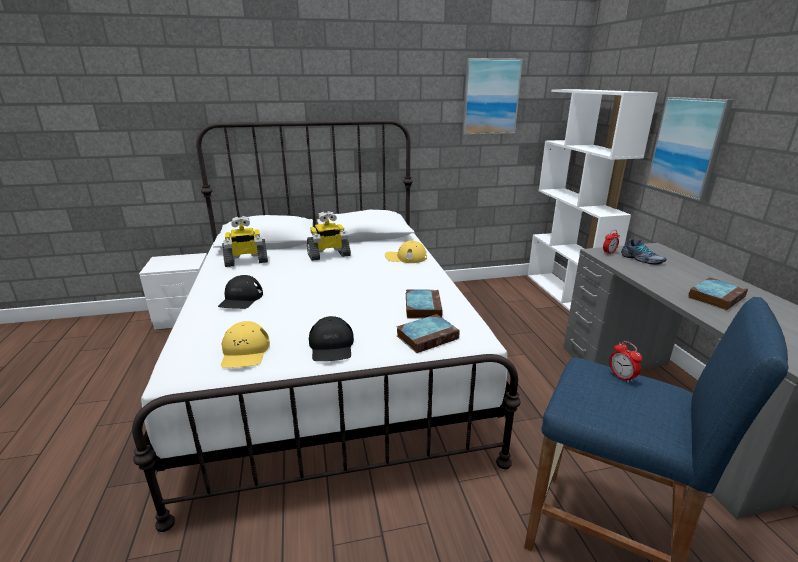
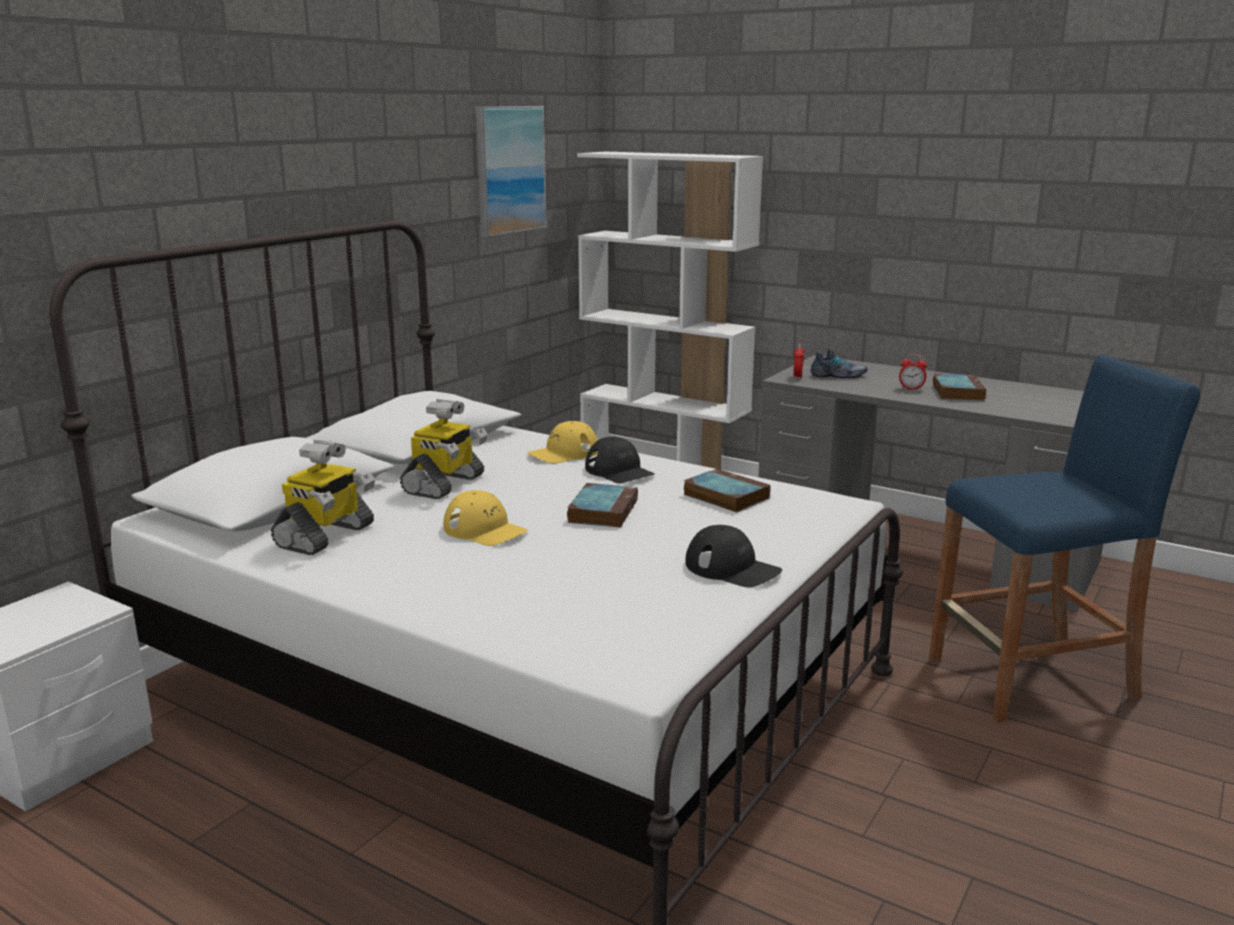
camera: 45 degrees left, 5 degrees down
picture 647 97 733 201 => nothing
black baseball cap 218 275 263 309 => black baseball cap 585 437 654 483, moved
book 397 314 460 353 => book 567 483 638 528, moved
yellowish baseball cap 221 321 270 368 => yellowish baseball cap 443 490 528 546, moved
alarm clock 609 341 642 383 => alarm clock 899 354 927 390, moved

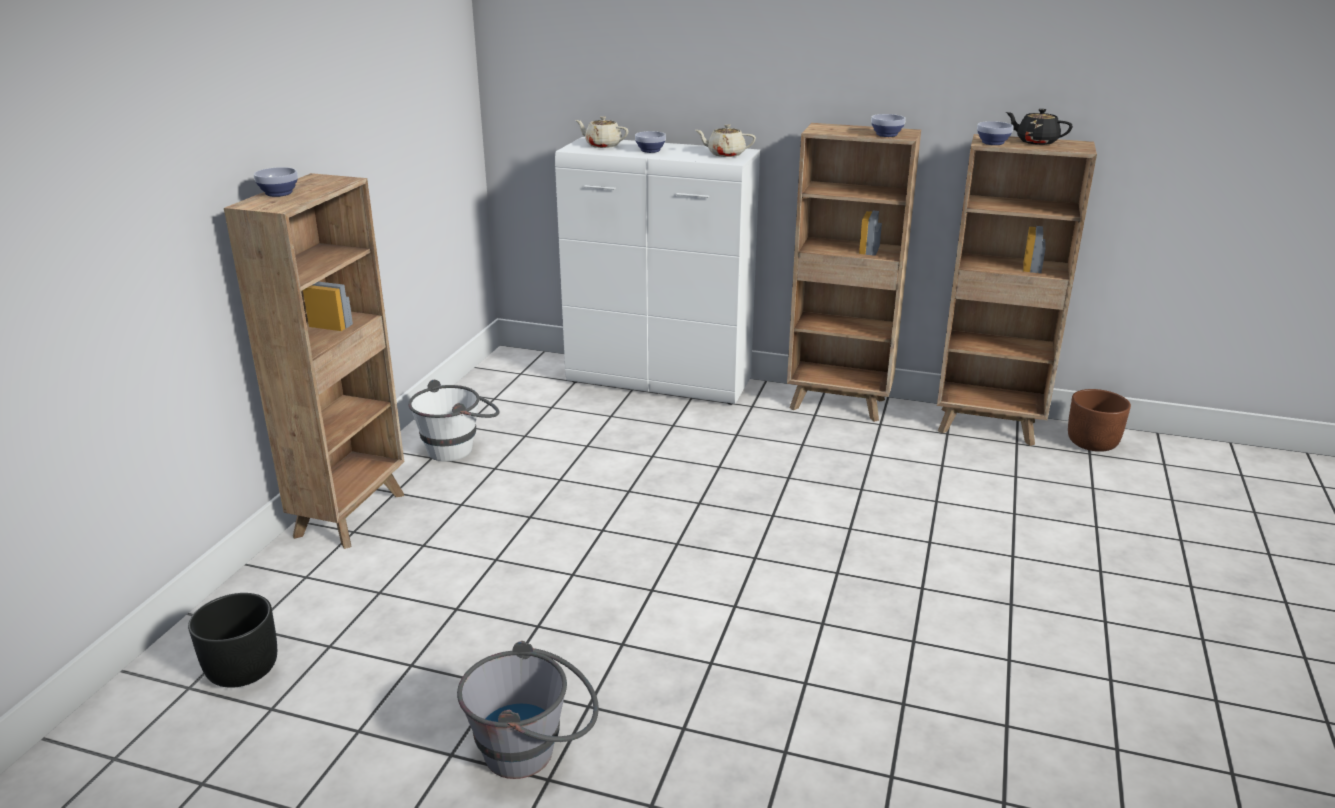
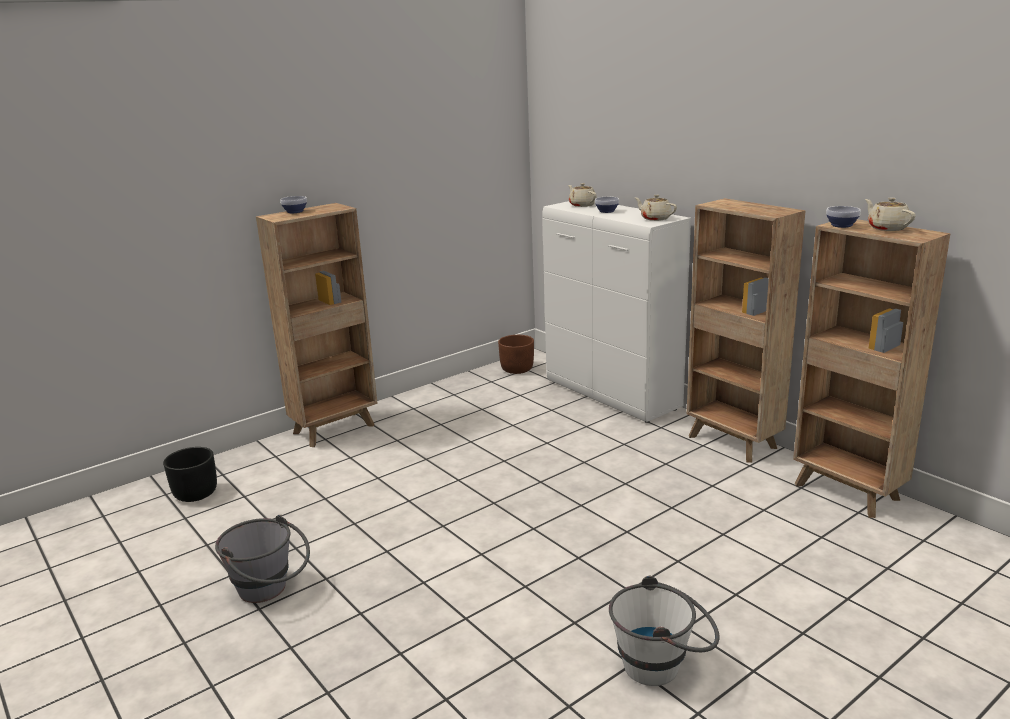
camera: 35 degrees right, 5 degrees down
black pot for tea 1006 109 1073 145 => beige-coloured pot for tea 865 198 916 231
deep dish 871 114 906 137 => nothing
whitish bucket 408 380 499 462 => whitish bucket 609 575 719 686, moved
brown-coloured plant pot 1068 389 1131 452 => brown-coloured plant pot 498 335 534 374, moved

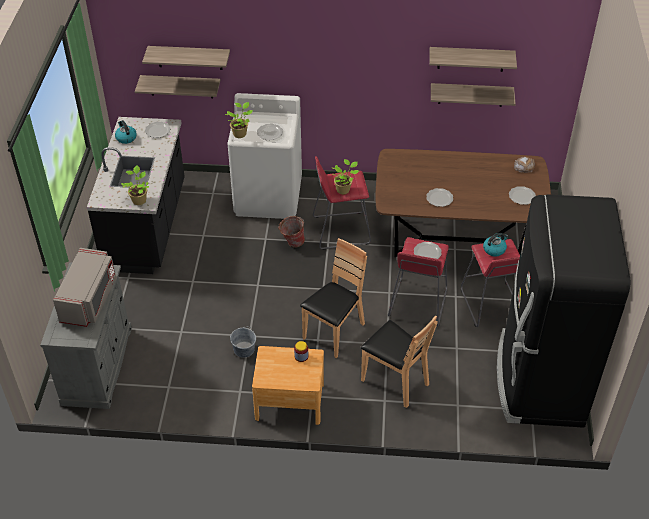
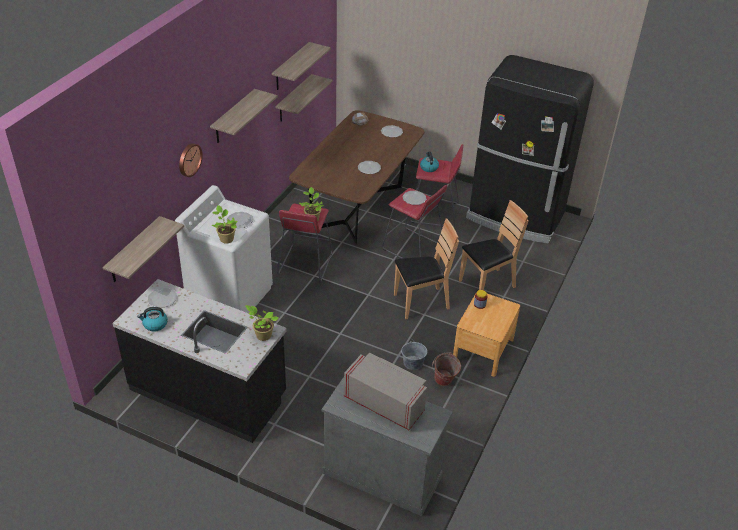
camera: 70 degrees left, 5 degrees down
wall shelf 142 46 230 70 => wall shelf 210 89 278 143, moved
bucket 278 216 305 248 => bucket 432 352 461 386, moved
brown-coloured chair 300 238 367 358 => brown-coloured chair 394 219 459 319, 105 degrees clockwise
nothing => clock on the wall 179 143 203 177

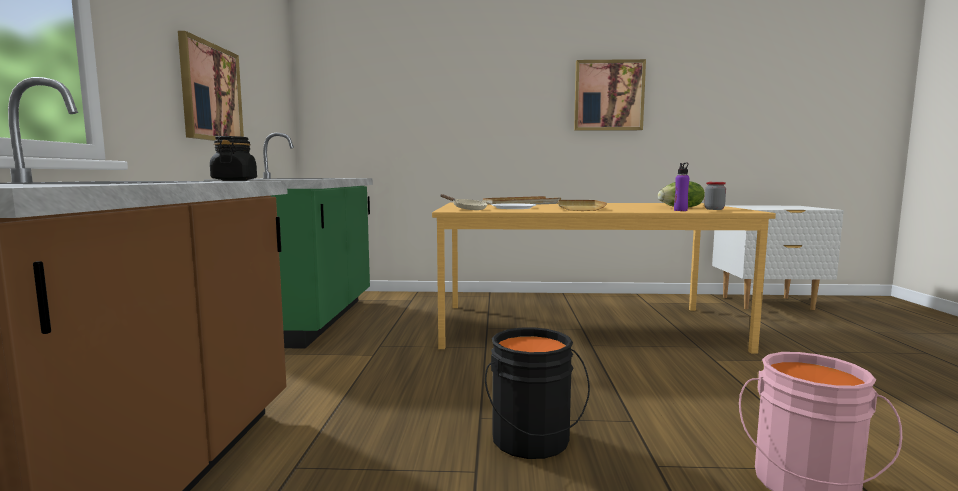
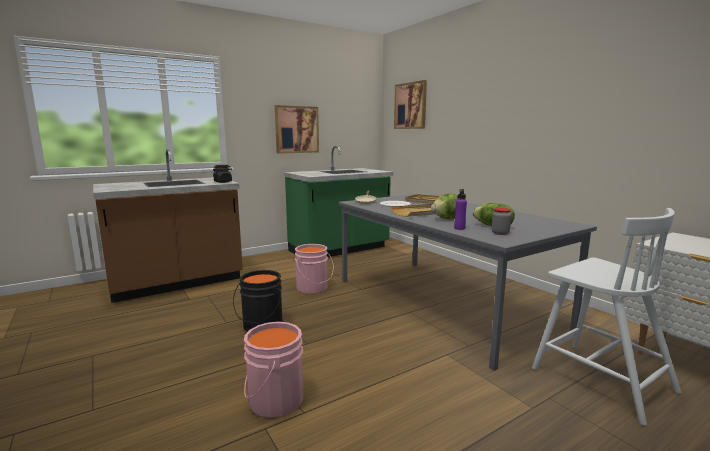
camera: 55 degrees right, 5 degrees up
picture 574 59 646 131 => picture 394 80 427 129, moved
orange-coloured kitchen table 432 203 776 354 => gray kitchen table 338 194 597 371
nothing => lettuce head 431 193 458 220
nothing => whitish chair 532 208 682 426
nothing => pink-coloured bucket 295 244 334 294

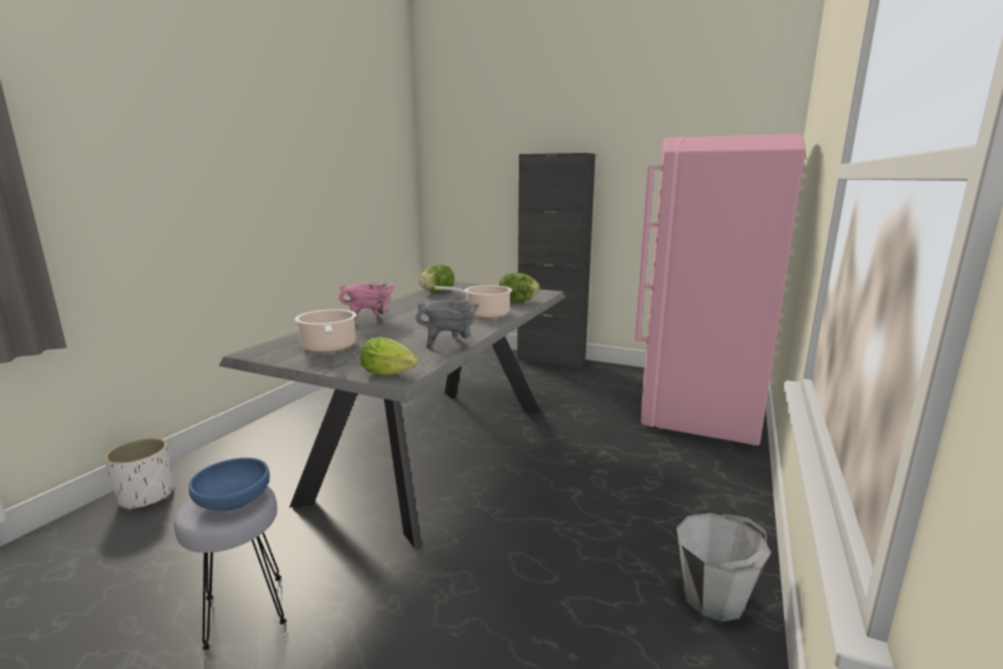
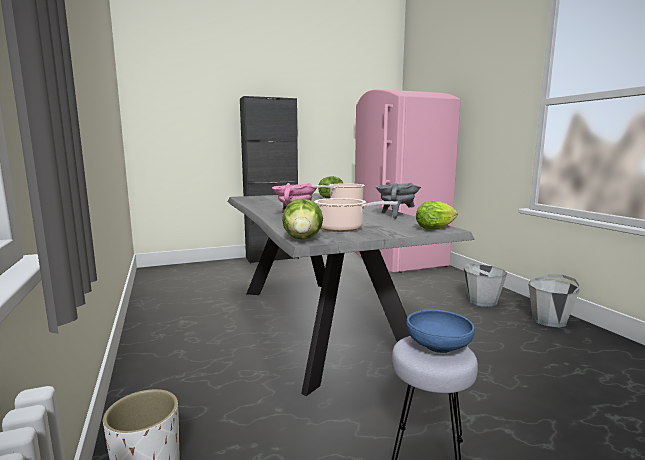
camera: 45 degrees left, 5 degrees down
lettuce head 419 265 455 292 => lettuce head 282 198 323 240, moved
nothing => gray bucket 464 262 507 307

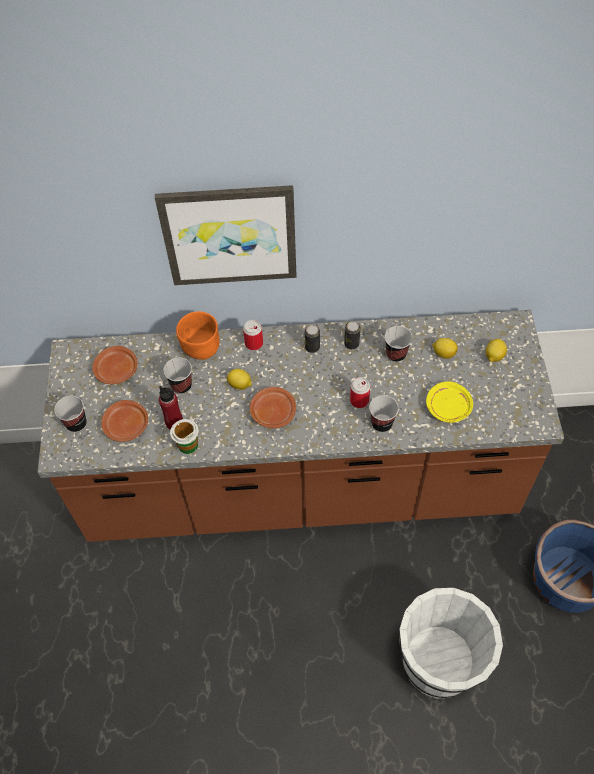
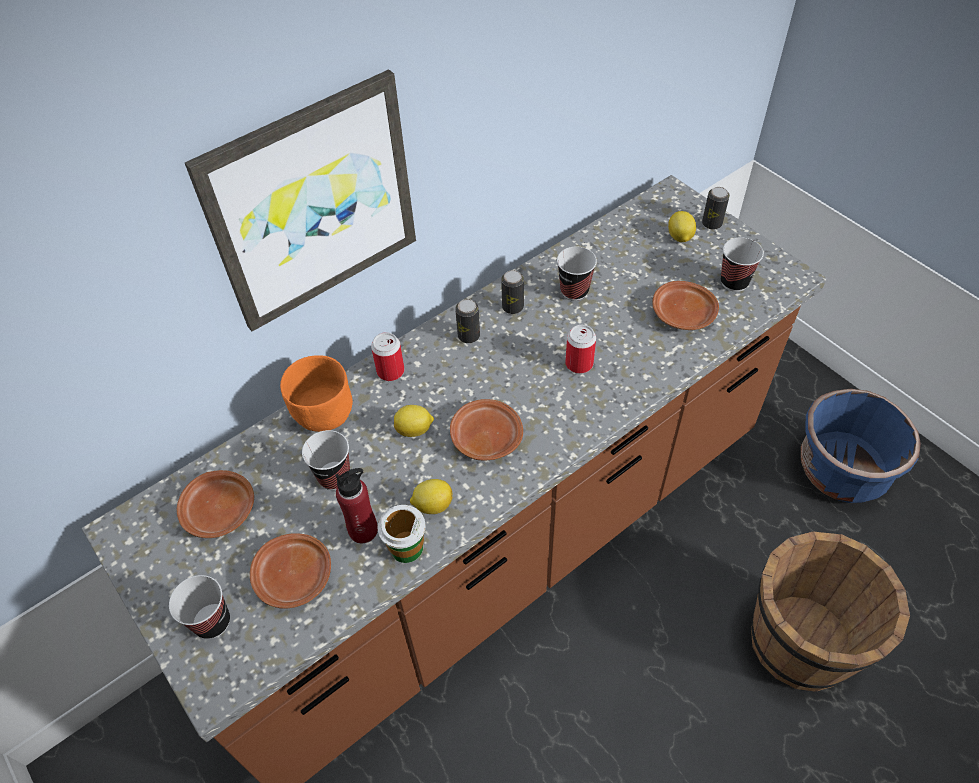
camera: 35 degrees left, 5 degrees down
lemon 433 338 458 359 => lemon 410 479 452 514, moved
yellowish flat dish 426 381 473 423 => brown-coloured flat dish 652 281 719 330
small cup 369 395 399 432 => small cup 721 237 764 292, moved
whitish bucket 399 588 503 699 => brown-coloured bucket 751 531 910 692
nothing => can 702 187 730 230

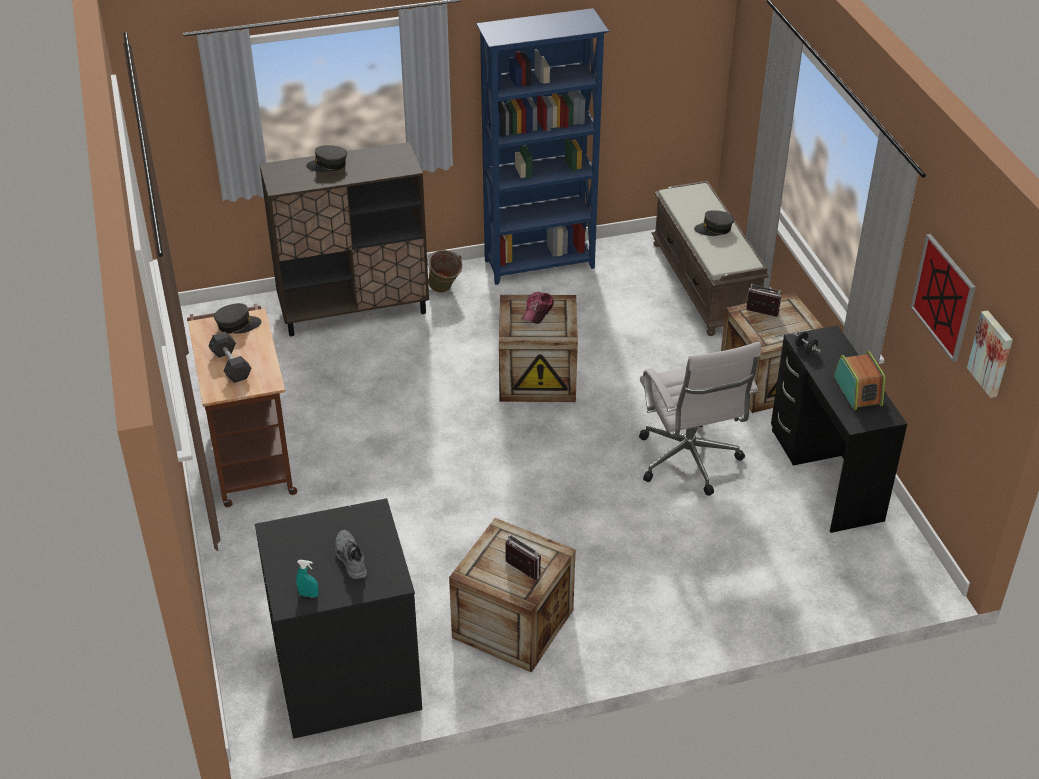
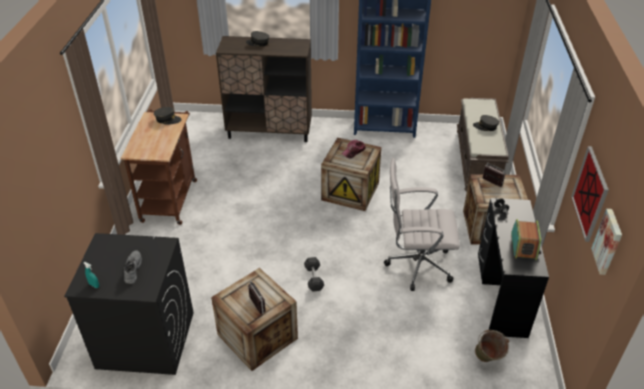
camera: 20 degrees right, 0 degrees up
green bucket 427 250 463 293 => green bucket 475 330 509 362, moved
gray hand weight 208 332 252 383 => gray hand weight 304 257 324 292, moved
whitish computer chair 639 342 761 496 => whitish computer chair 384 158 460 291, 90 degrees clockwise

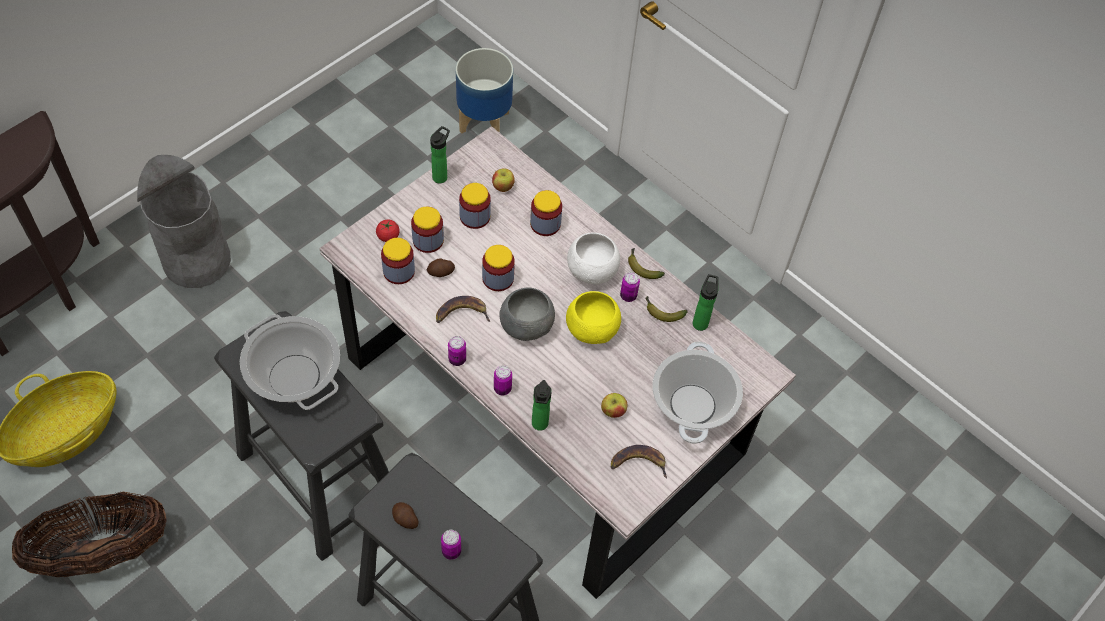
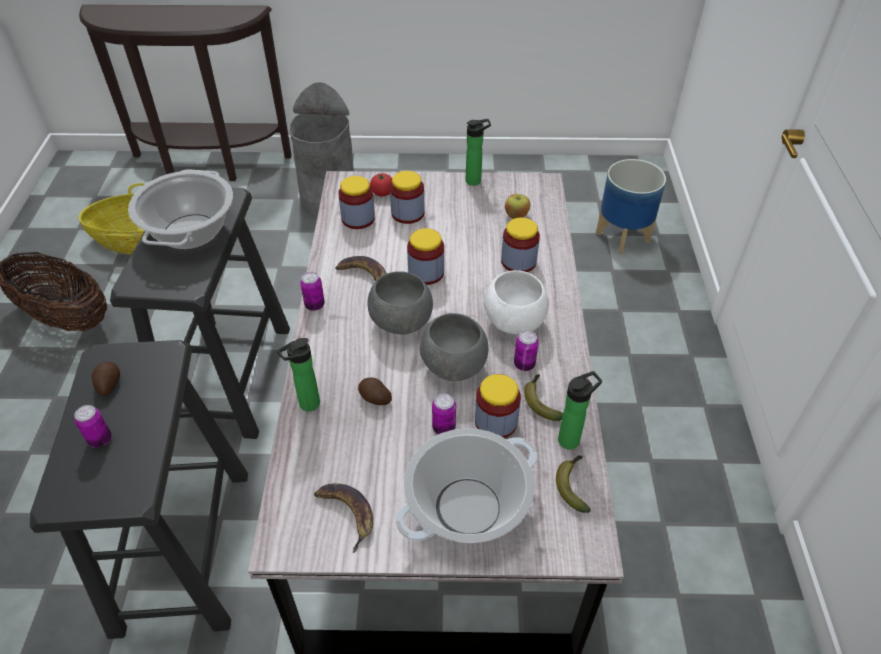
camera: 50 degrees right, 10 degrees down
preserve jar 459 183 491 229 => preserve jar 475 374 521 438, moved
banana fruit 628 248 665 279 => banana fruit 556 455 591 513, moved
spud 427 259 455 277 => spud 358 377 392 405, moved
yellowish deep dish 566 291 621 344 => gray deep dish 420 313 488 381
can 494 365 512 395 => can 432 394 456 434, moved
apple fruit 601 393 627 418 => nothing

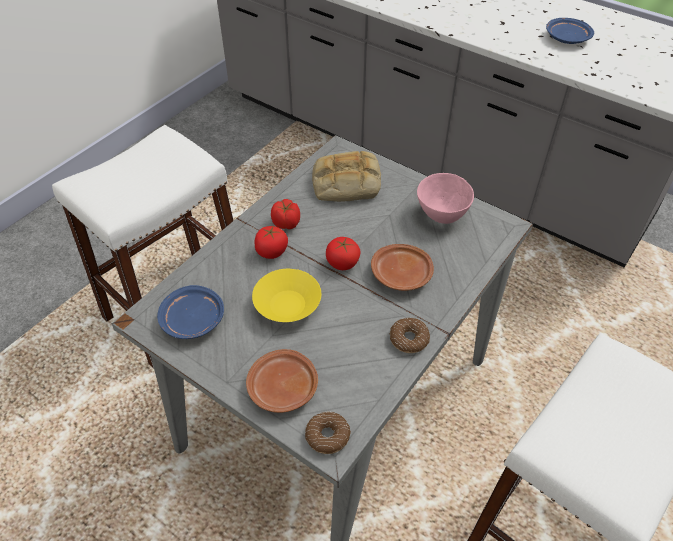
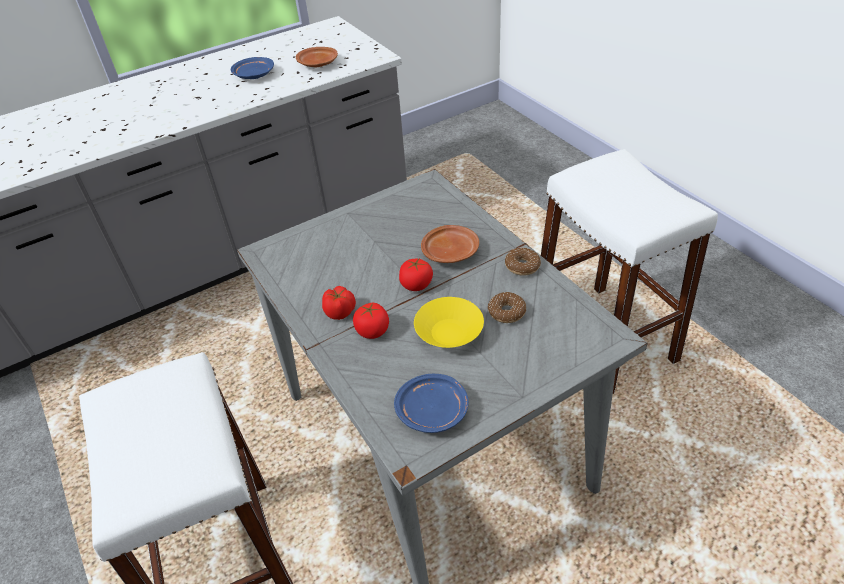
camera: 65 degrees left, 5 degrees down
baked bread 312 151 381 202 => nothing
pink-coloured deep dish 417 173 474 224 => nothing
brown-coloured flat dish 246 349 318 413 => brown-coloured flat dish 296 47 338 67, moved
doughnut 305 411 351 454 => doughnut 488 292 526 323, moved

